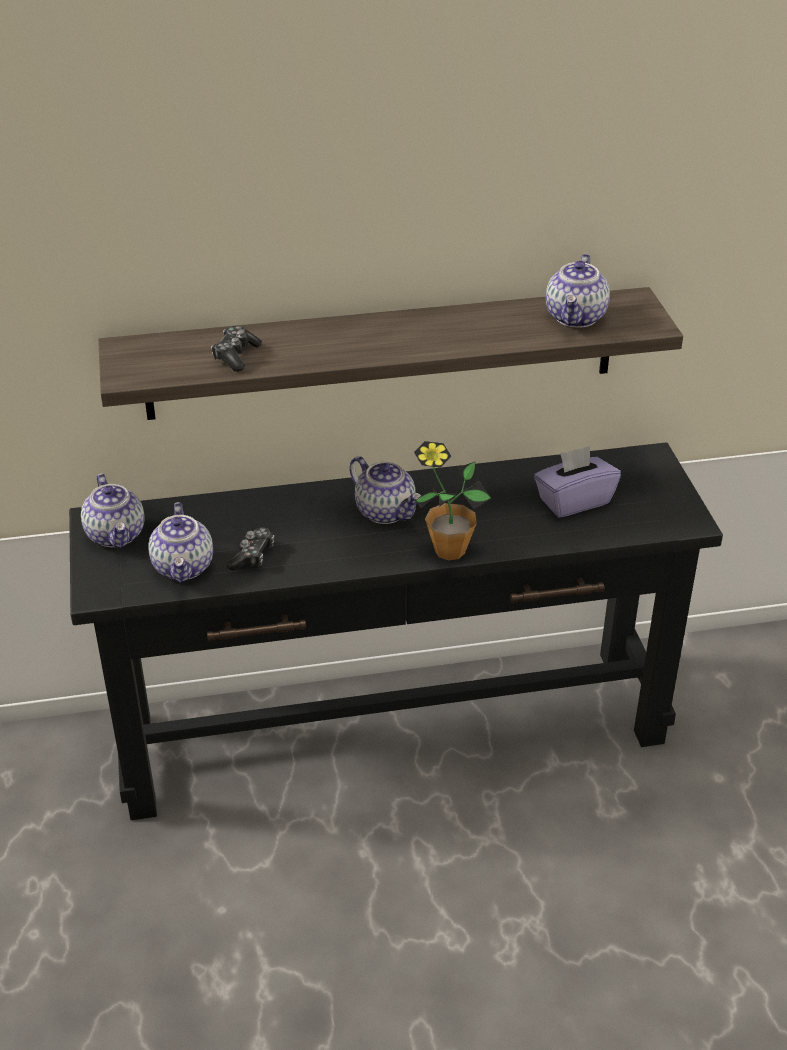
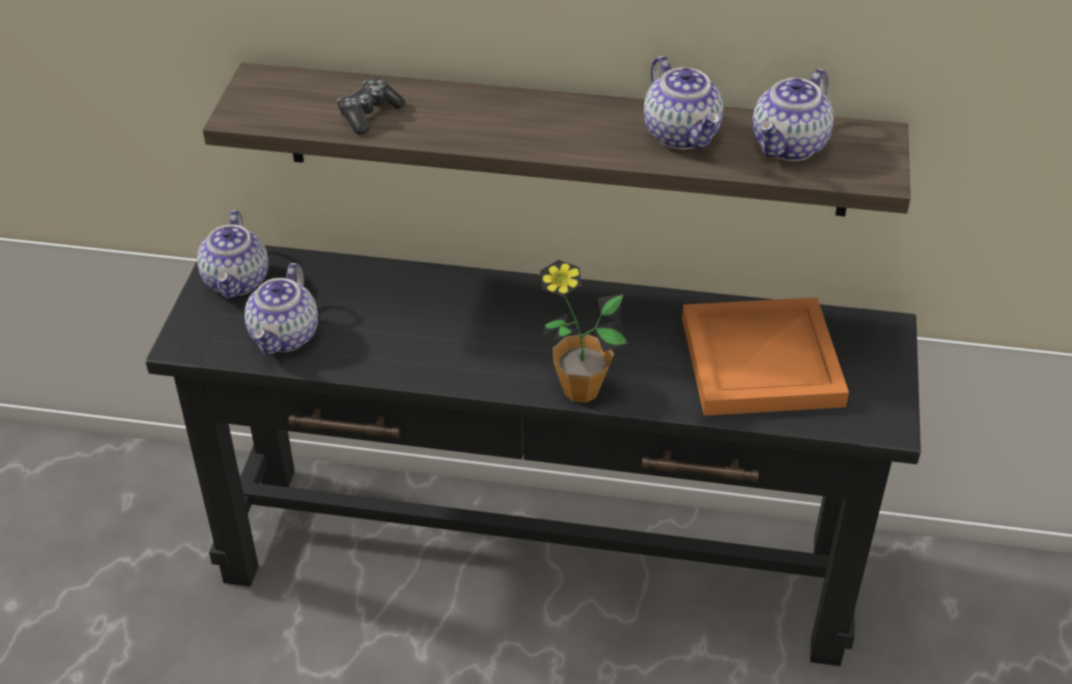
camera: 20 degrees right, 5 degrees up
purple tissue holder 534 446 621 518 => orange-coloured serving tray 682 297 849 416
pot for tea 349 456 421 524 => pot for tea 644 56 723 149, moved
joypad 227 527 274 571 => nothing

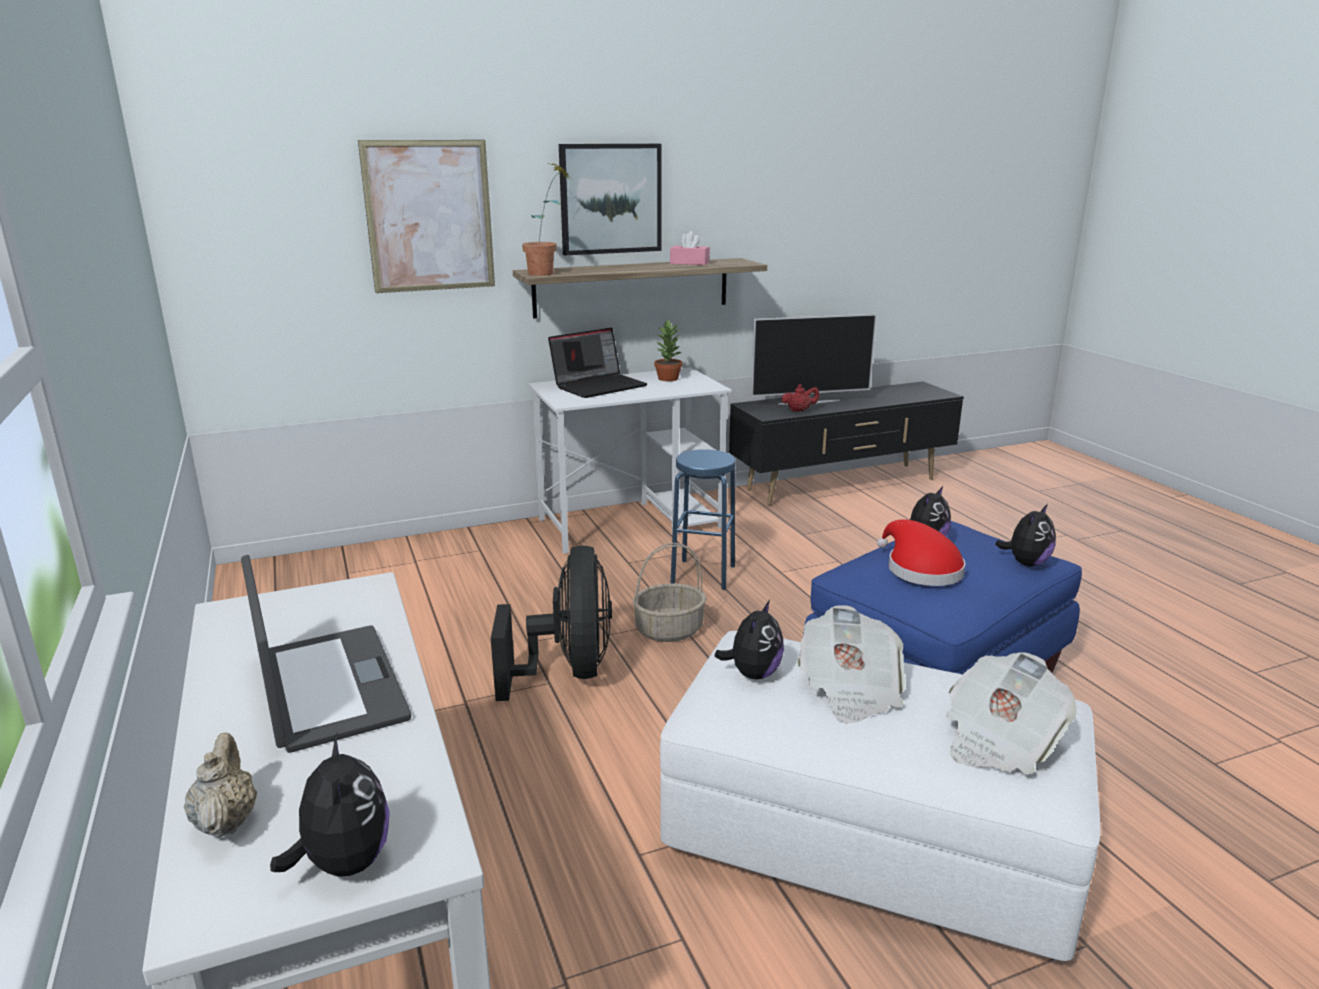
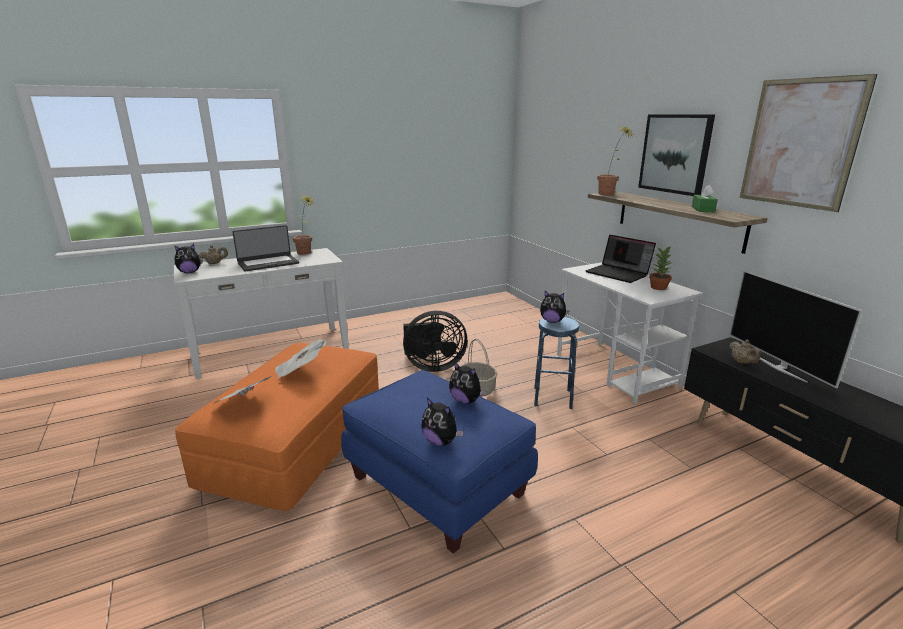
camera: 85 degrees right, 0 degrees up
picture 358 140 495 293 => picture 740 74 877 212, moved
pink-coloured tissue holder 670 231 710 265 => green tissue holder 692 185 718 212
reddish pot for tea 781 384 820 412 => beige-coloured pot for tea 729 339 761 364
reddish wearable hat 877 519 965 586 => nothing
soft toy 715 600 784 679 => soft toy 540 291 570 323, moved
whitish footrest 660 631 1101 961 => orange-coloured footrest 175 343 379 511
nothing => potted plant 293 195 316 255

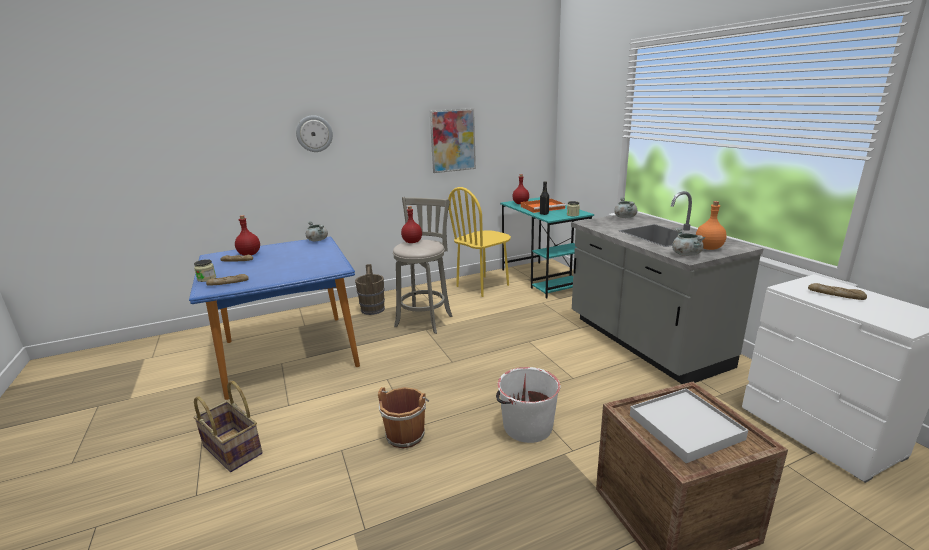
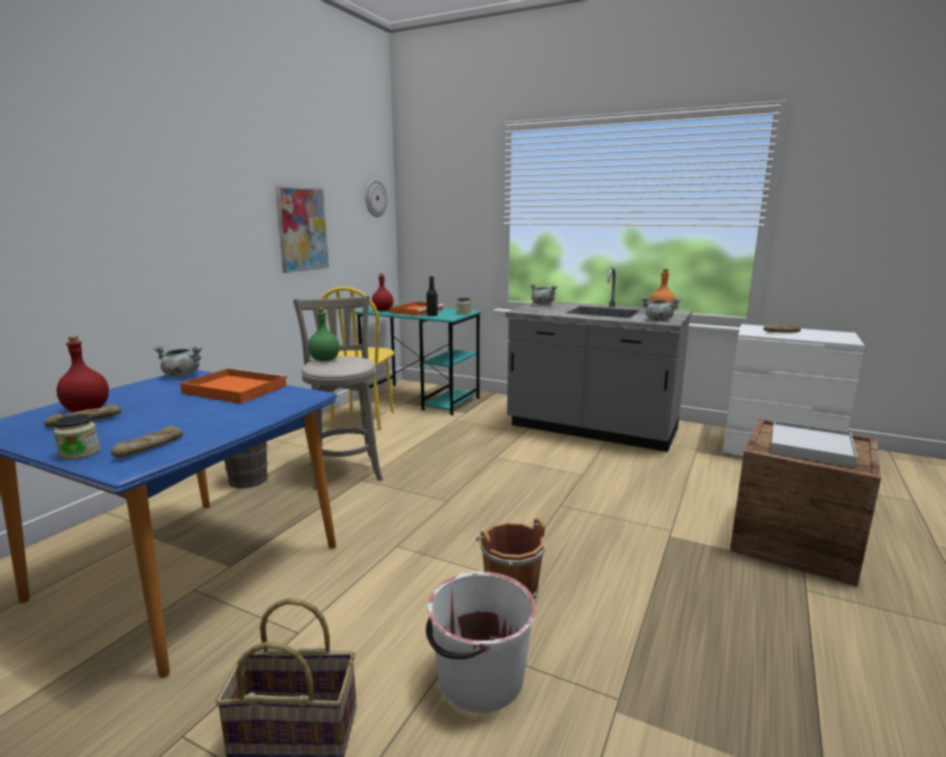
camera: 40 degrees left, 5 degrees down
clock on the wall 296 115 333 152 => clock on the wall 365 179 387 217, moved
reddish drink bottle 401 206 422 243 => green drink bottle 308 308 340 361
whitish bucket 496 367 560 443 => whitish bucket 426 571 536 713, moved
nothing => orange-coloured serving tray 180 368 288 404

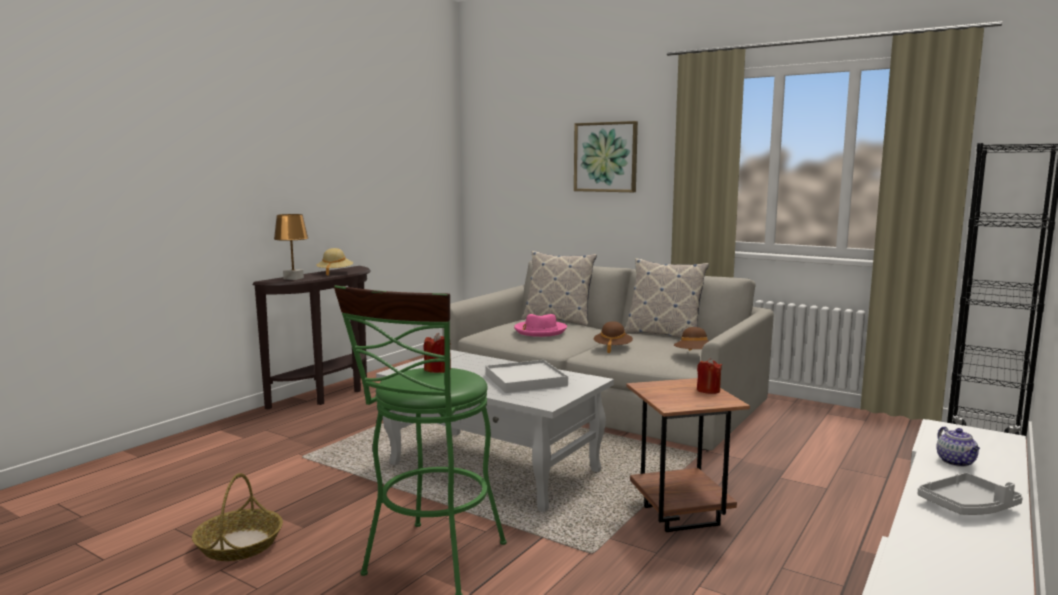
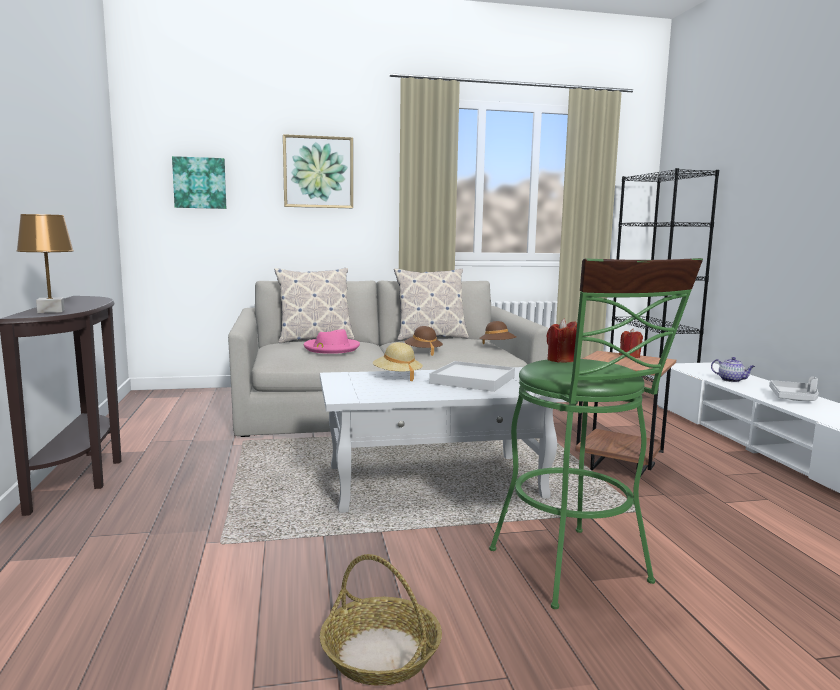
camera: 45 degrees left, 0 degrees up
beige-coloured wearable hat 316 248 353 276 => beige-coloured wearable hat 373 342 423 381, moved
nothing => picture 172 156 226 209

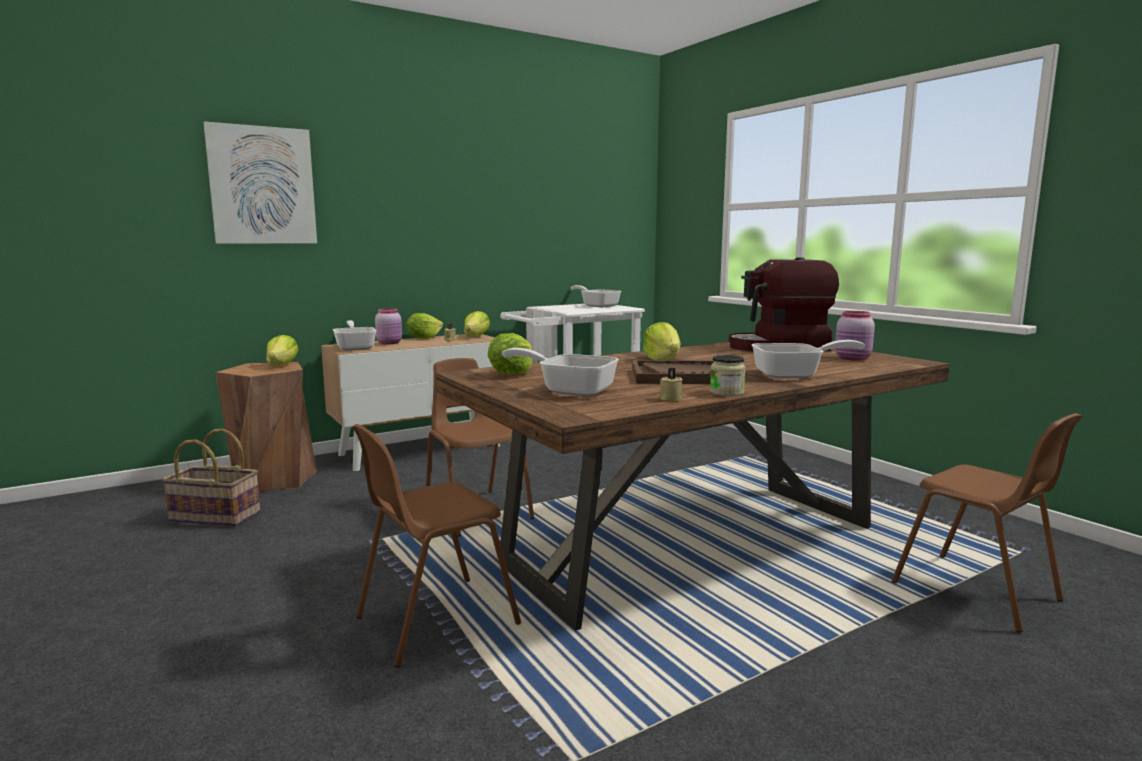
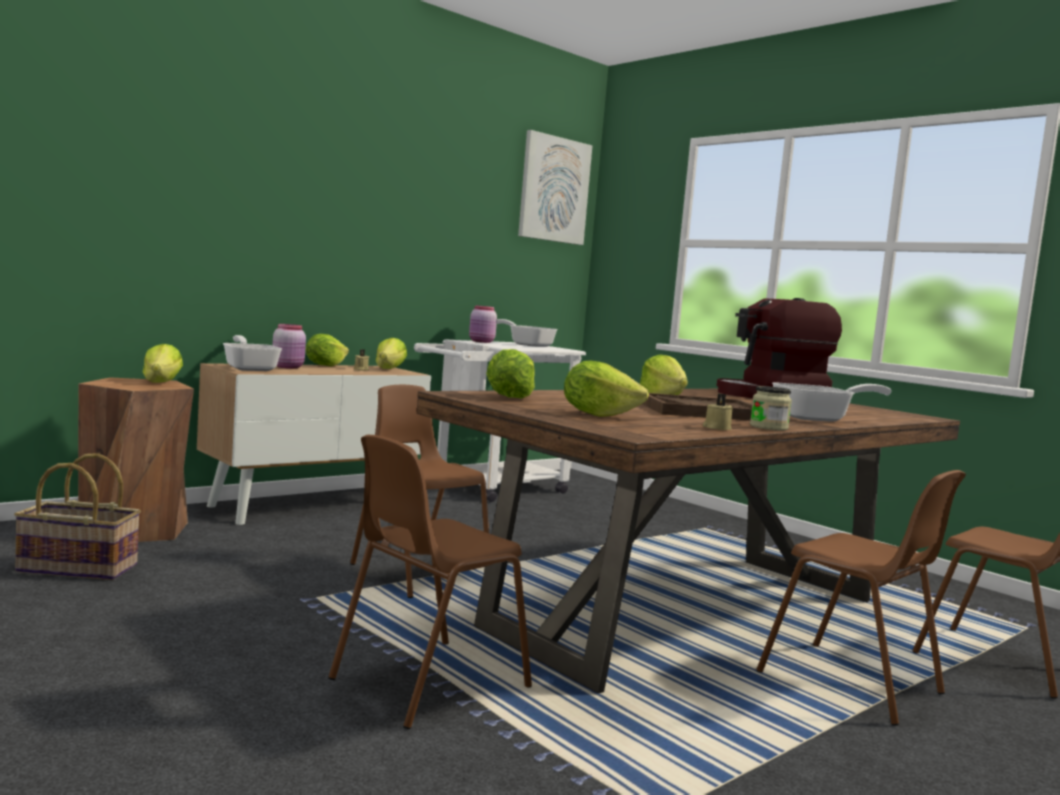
camera: 10 degrees left, 5 degrees down
picture 203 121 317 244 => picture 518 130 593 245, moved
pink-coloured preserve jar 835 311 875 361 => pink-coloured preserve jar 469 305 497 343, moved
skillet 502 348 619 396 => lettuce head 564 360 649 417
nothing => brown-coloured chair 756 470 966 726

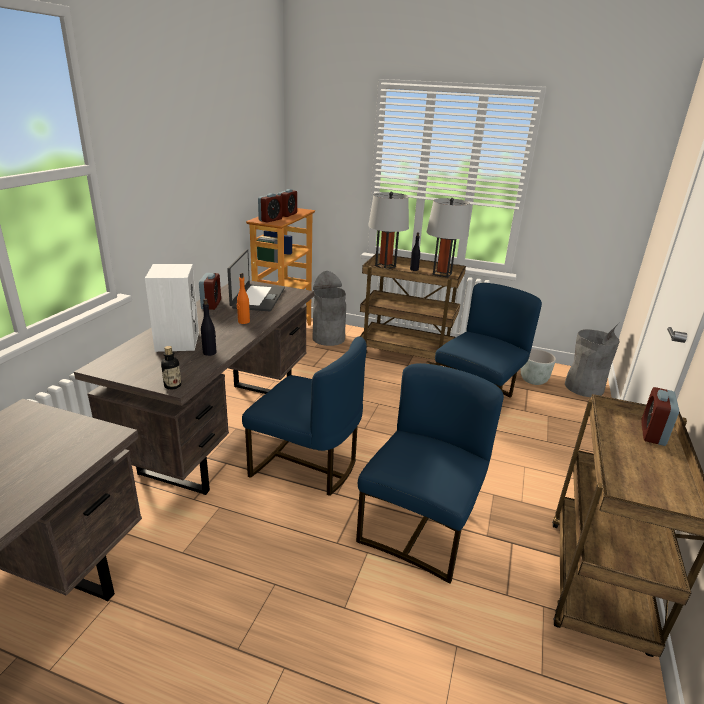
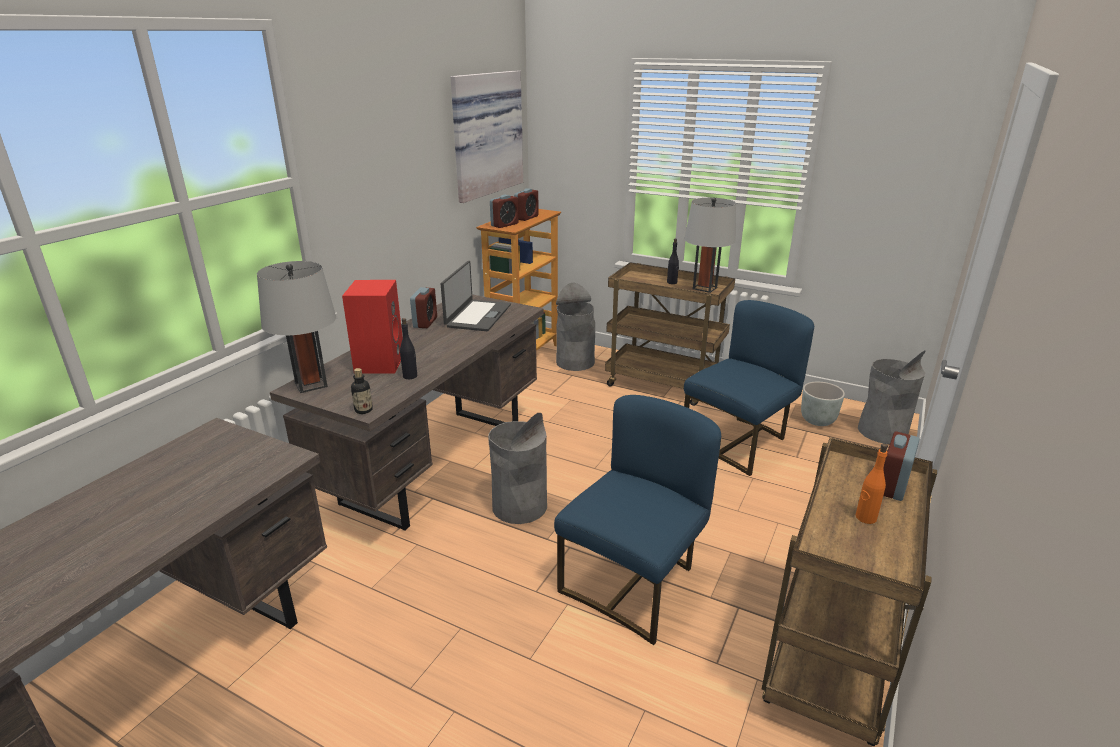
camera: 10 degrees right, 0 degrees up
gray tabletop lamp 368 192 409 269 => gray tabletop lamp 257 261 336 393, moved
whitish loudspeaker 145 264 199 352 => reddish loudspeaker 342 280 403 374
orange-coloured drink bottle 237 273 250 324 => orange-coloured drink bottle 856 443 888 524, moved
bluish chair 242 337 367 496 => gray waste bin 488 413 547 524
nothing => picture 451 70 523 203

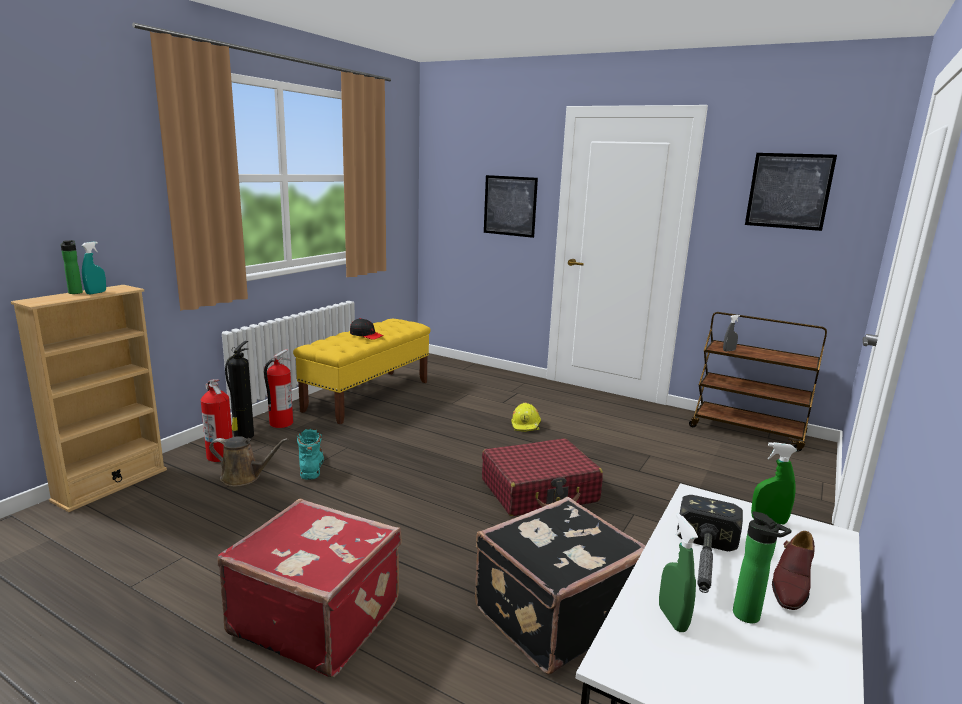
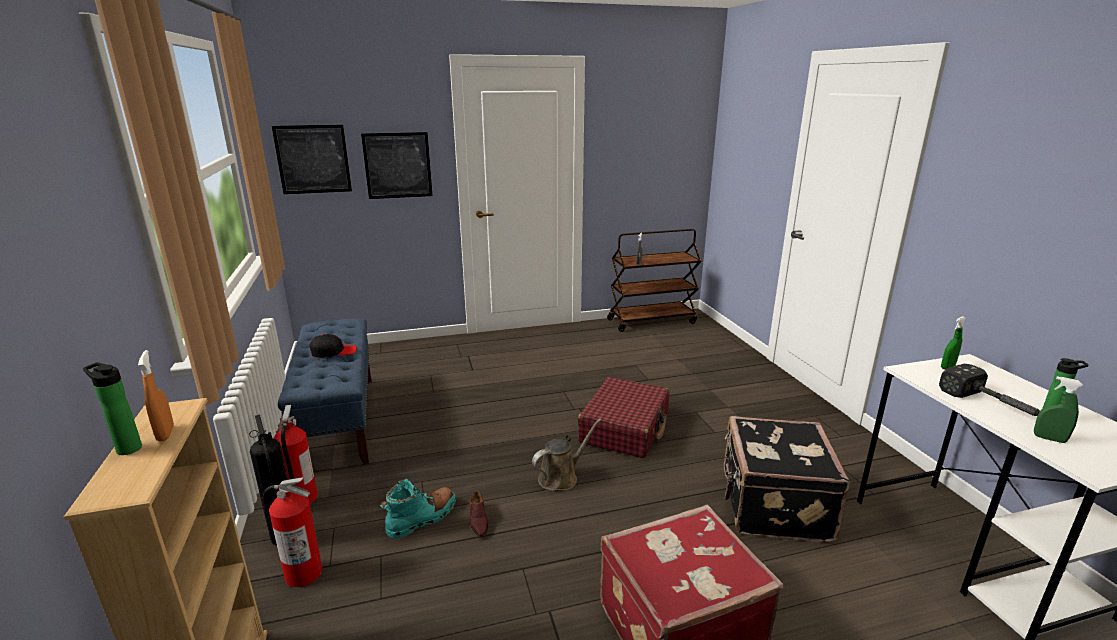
camera: 45 degrees left, 5 degrees up
picture 745 153 837 231 => picture 272 125 352 194, moved
turquoise spray bottle 81 242 106 294 => orange-coloured spray bottle 138 350 174 442
yellowish bench 293 319 431 424 => bluish bench 278 319 372 465
yellowish work helmet 511 403 541 432 => nothing
turquoise tall boot 297 429 324 480 => turquoise tall boot 380 478 456 539, 105 degrees clockwise
brown-coloured watering pot 209 436 289 487 => brown-coloured watering pot 532 419 601 491, moved
brown-coloured low shoe 772 531 815 610 => brown-coloured low shoe 469 491 488 537, moved

